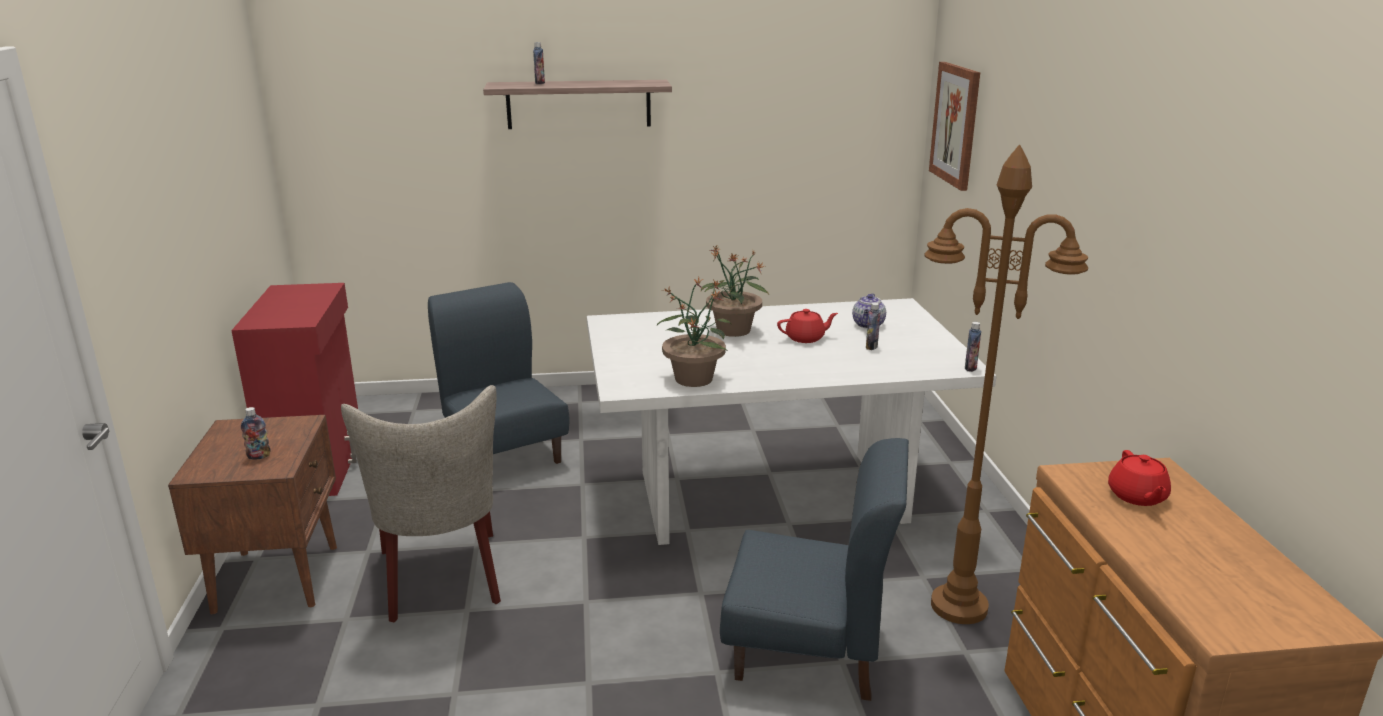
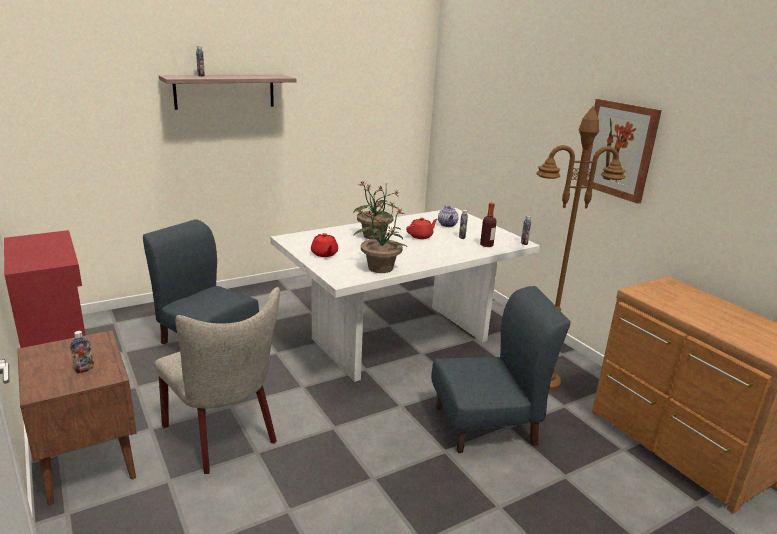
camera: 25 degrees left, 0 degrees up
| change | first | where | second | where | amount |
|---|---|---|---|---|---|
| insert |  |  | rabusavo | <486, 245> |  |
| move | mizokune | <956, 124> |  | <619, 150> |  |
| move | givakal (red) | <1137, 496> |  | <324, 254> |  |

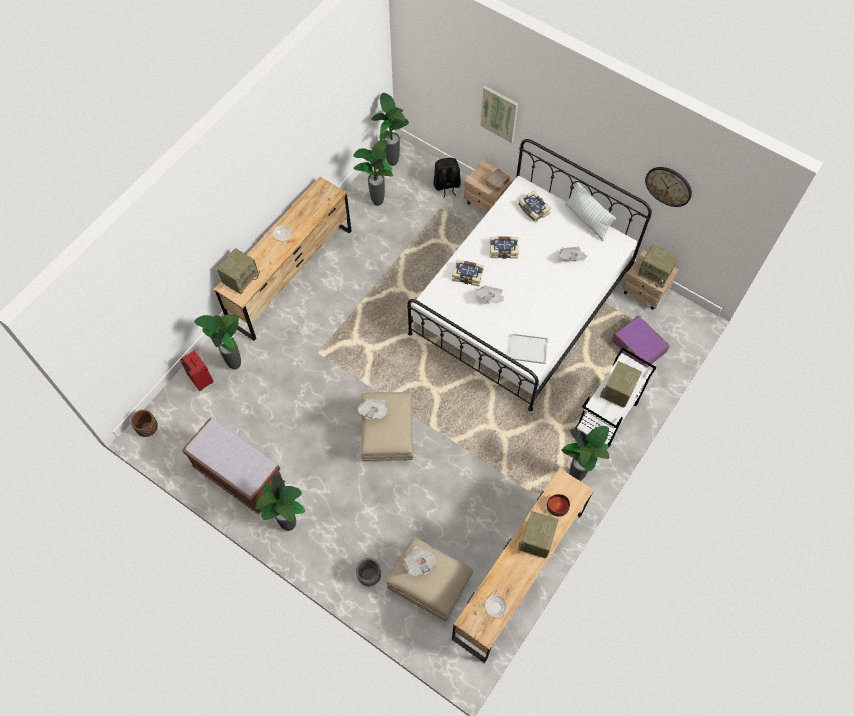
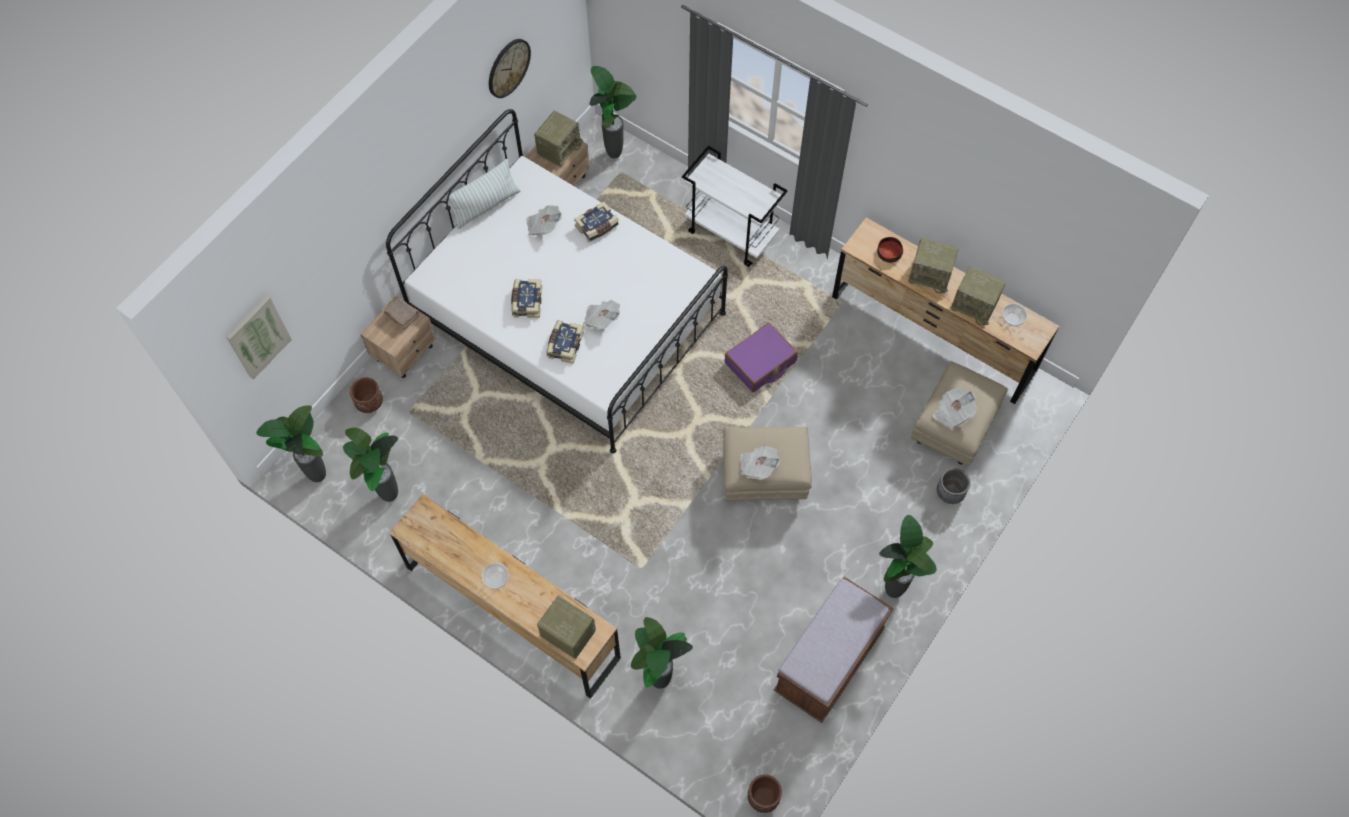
camera: 90 degrees left, 0 degrees up
| change | first | where | second | where | amount |
|---|---|---|---|---|---|
| delete | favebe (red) | <200, 380> |  |  |  |
| delete | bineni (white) | <529, 348> |  |  |  |
| move | mizokune | <499, 113> |  | <257, 336> |  |
| move | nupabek | <533, 210> |  | <597, 227> |  |
| move | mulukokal | <576, 477> |  | <614, 153> |  |
| move | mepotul | <618, 391> |  | <975, 305> |  |
| move | favebe (purple) | <638, 347> |  | <760, 363> |  |
| replace | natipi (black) | <446, 186> | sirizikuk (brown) | <370, 403> |  |

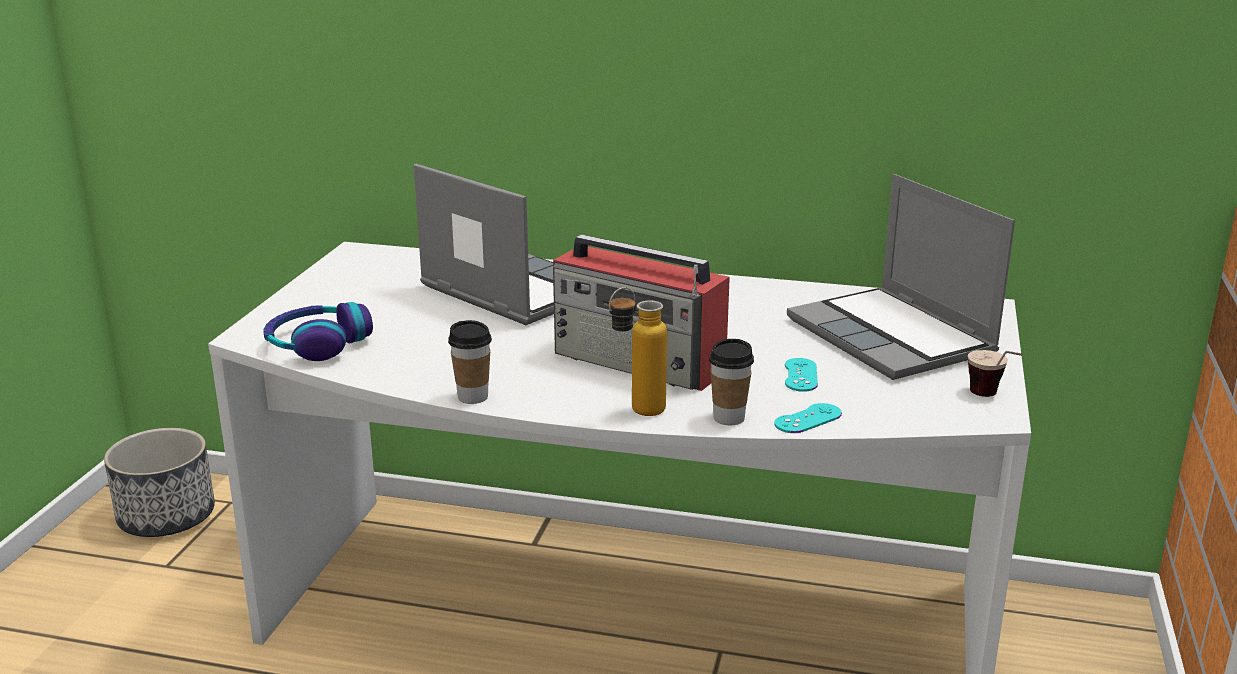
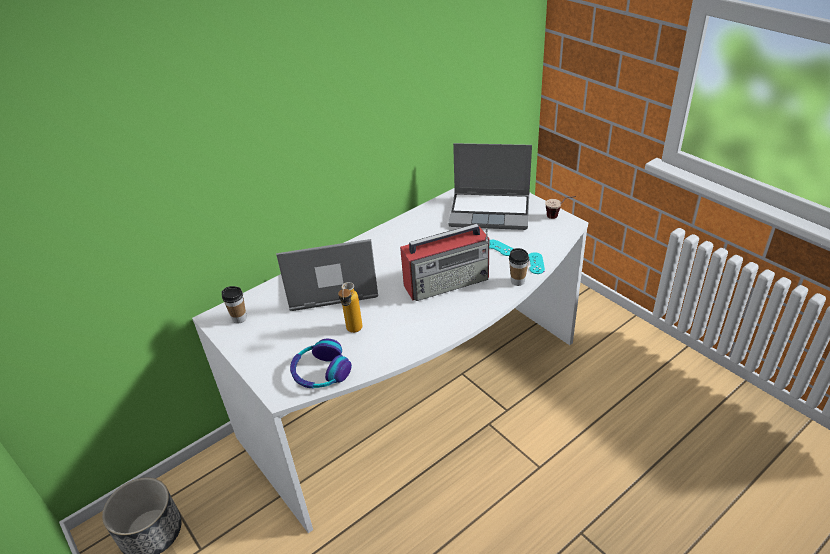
camera: 50 degrees left, 15 degrees up
| change | first | where | second | where | amount |
|---|---|---|---|---|---|
| move | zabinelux | <473, 397> |  | <239, 318> |  |
| move | rabusavo | <636, 413> |  | <353, 332> |  |

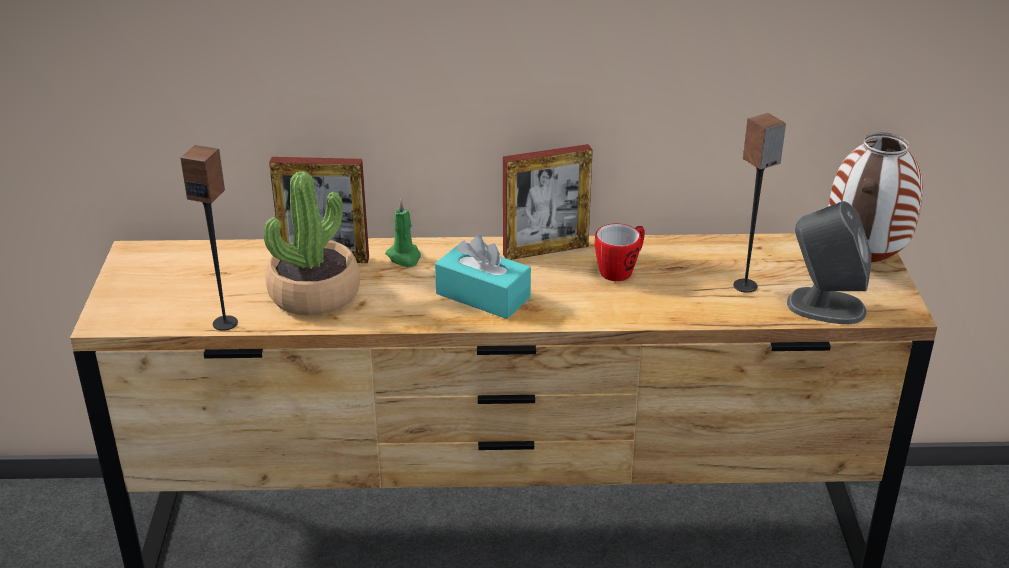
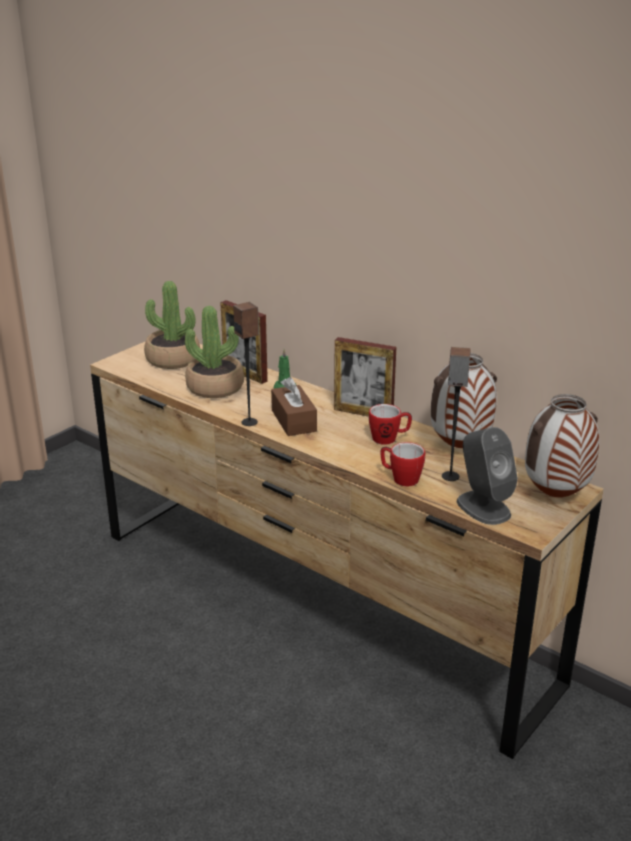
camera: 40 degrees right, 5 degrees down
| change | first | where | second | where | amount |
|---|---|---|---|---|---|
| insert |  |  | mulukokal | <173, 359> |  |
| insert |  |  | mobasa | <400, 478> |  |
| insert |  |  | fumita | <460, 447> |  |
| move | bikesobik | <225, 323> |  | <250, 422> |  |
| recolor | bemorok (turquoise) | <483, 296> | bemorok (brown) | <293, 421> |  |

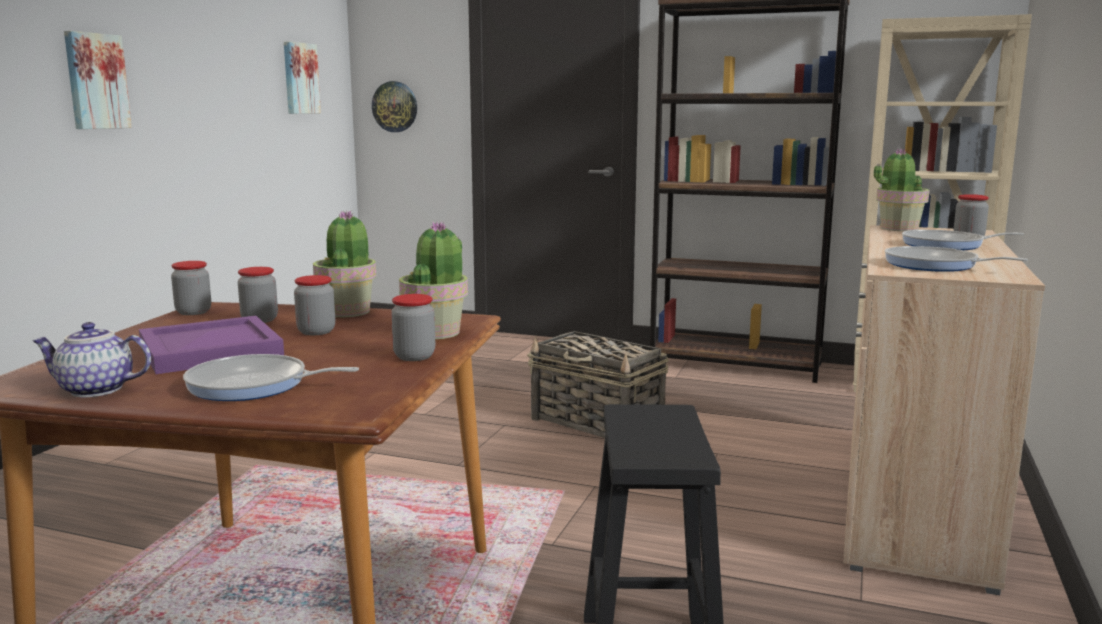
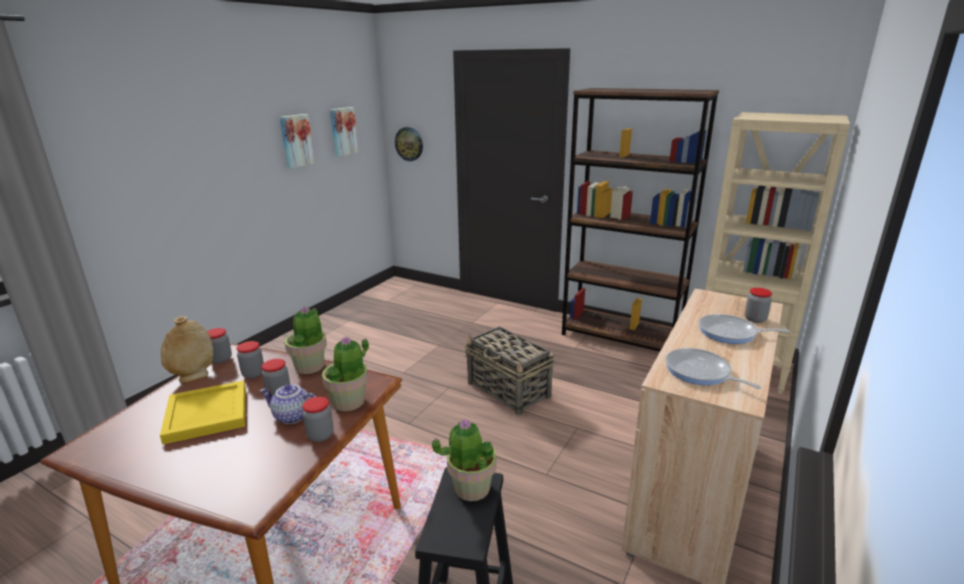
camera: 10 degrees right, 10 degrees up
| change | first | where | second | where | amount |
|---|---|---|---|---|---|
| delete | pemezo | <254, 386> |  |  |  |
| insert |  |  | fumita (beige) | <193, 377> |  |
| move | givakal | <94, 390> |  | <291, 417> |  |
| move | mizokune | <95, 81> |  | <296, 140> |  |
| move | mulukokal | <898, 229> |  | <471, 488> |  |
| recolor | bineni (purple) | <212, 349> | bineni (yellow) | <208, 413> |  |

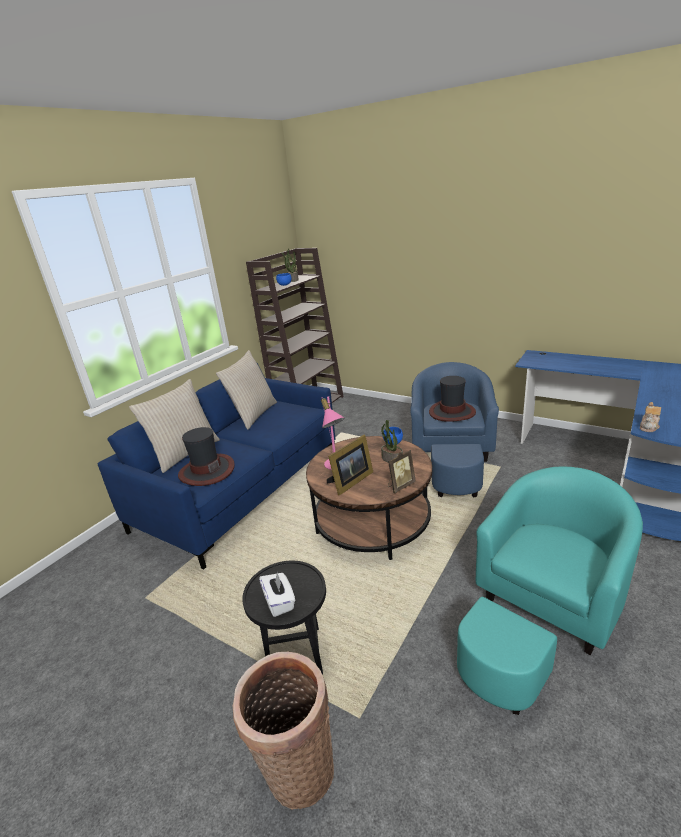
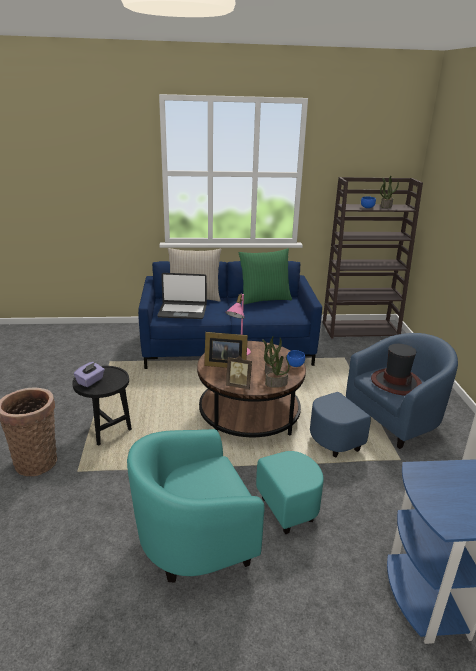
camera: 50 degrees right, 0 degrees up
| change | first | where | second | where | amount |
|---|---|---|---|---|---|
| delete | givakal | <649, 427> |  |  |  |
| insert |  |  | mulukokal | <276, 384> |  |
| replace | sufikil | <206, 471> | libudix | <182, 311> |  |
| recolor | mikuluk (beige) | <253, 415> | mikuluk (green) | <264, 299> |  |
| recolor | bemorok (white) | <279, 602> | bemorok (purple) | <90, 381> |  |
| rotate | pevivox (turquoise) | <541, 616> |  | <218, 533> | 150 degrees clockwise |

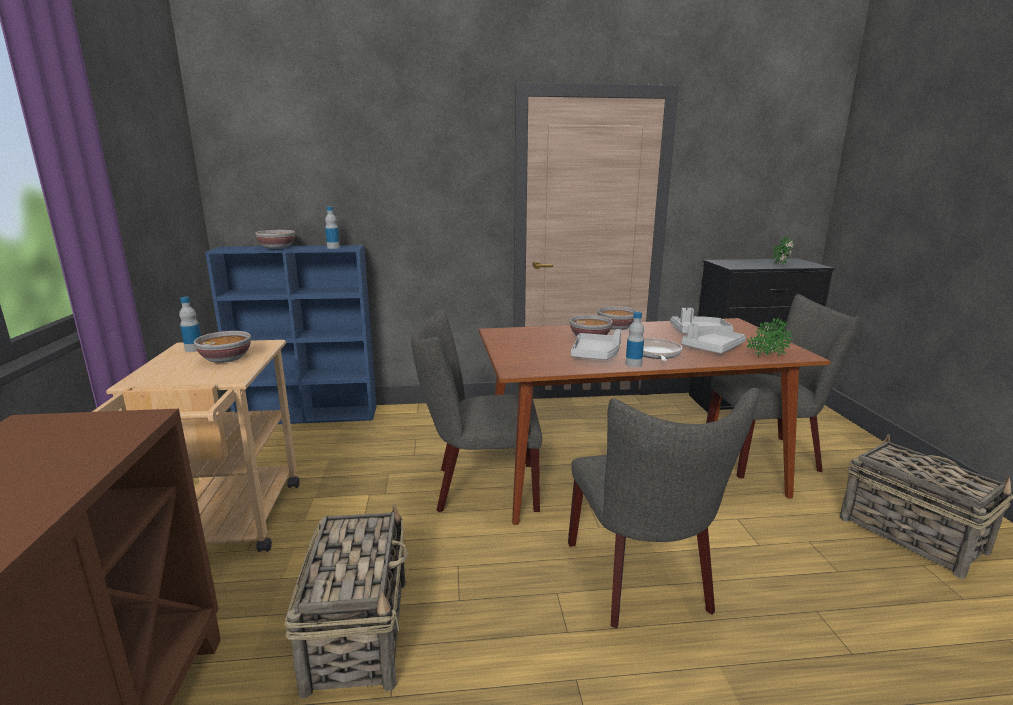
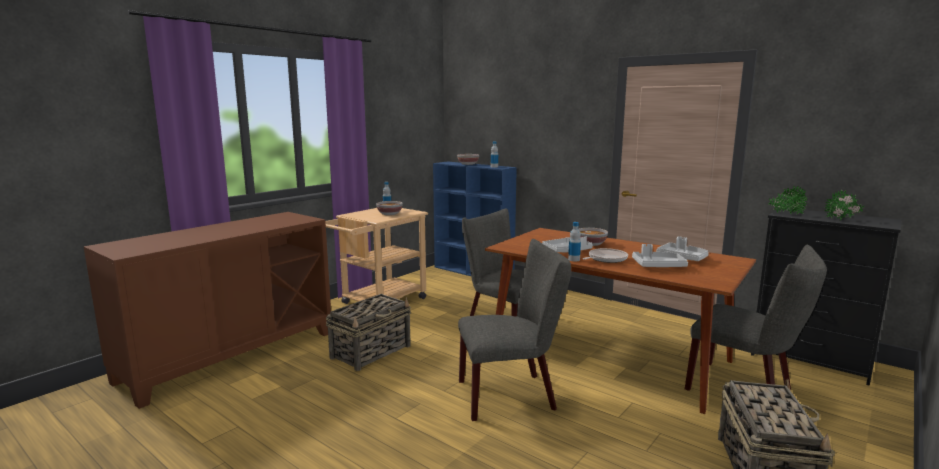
camera: 45 degrees right, 5 degrees down
| change | first | where | second | where | amount |
|---|---|---|---|---|---|
| delete | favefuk | <617, 327> |  |  |  |
| move | mulukokal | <764, 357> |  | <786, 214> |  |
| rotate | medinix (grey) | <642, 581> |  | <512, 394> | 135 degrees counterclockwise |

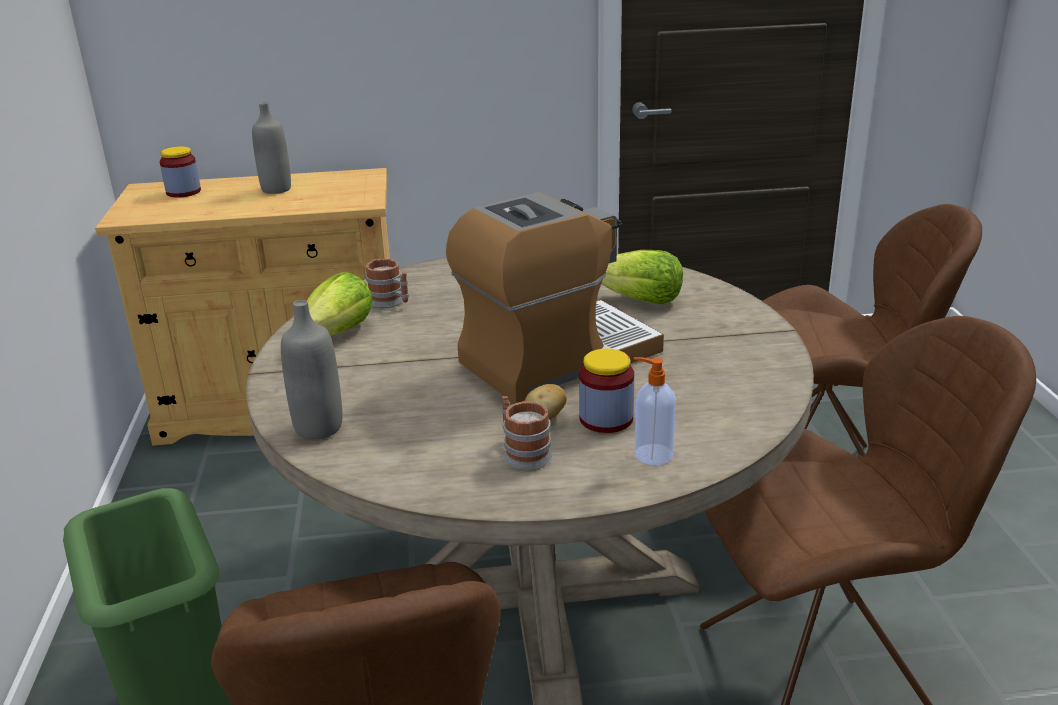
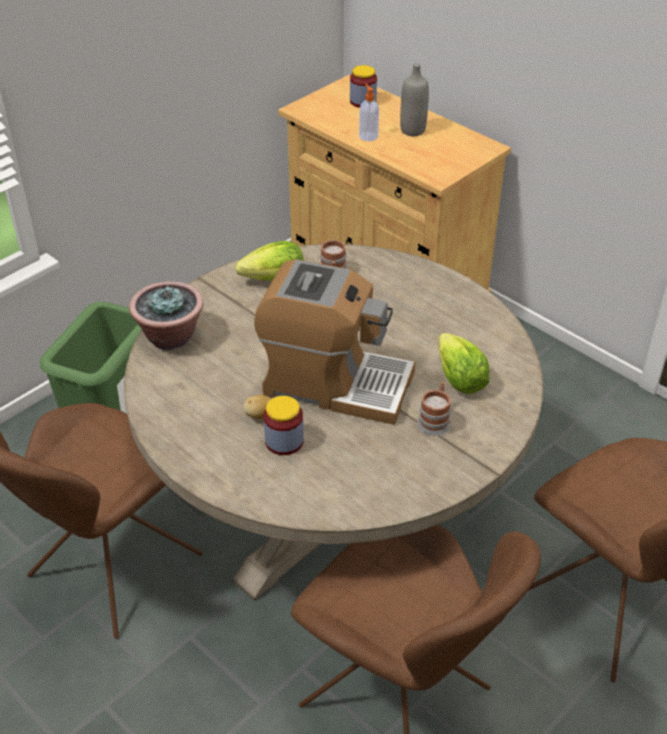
camera: 50 degrees right, 15 degrees up
| change | first | where | second | where | amount |
|---|---|---|---|---|---|
| move | mobasa | <523, 453> |  | <435, 420> |  |
| move | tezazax | <652, 454> |  | <368, 136> |  |
| replace | rabusavo (grey) | <318, 428> | mulukokal | <170, 337> |  |

